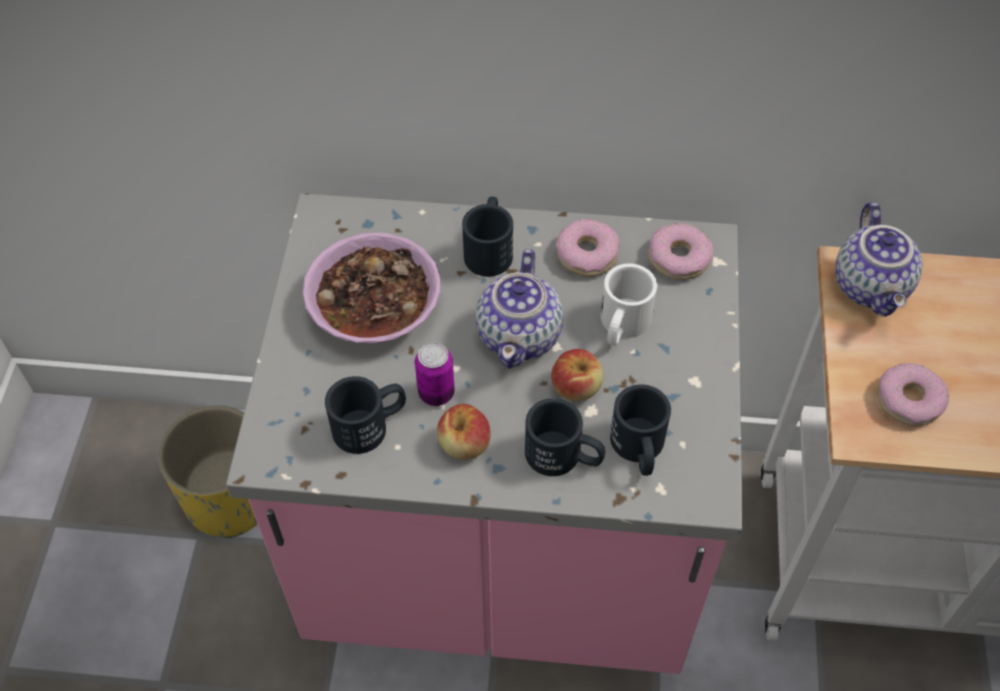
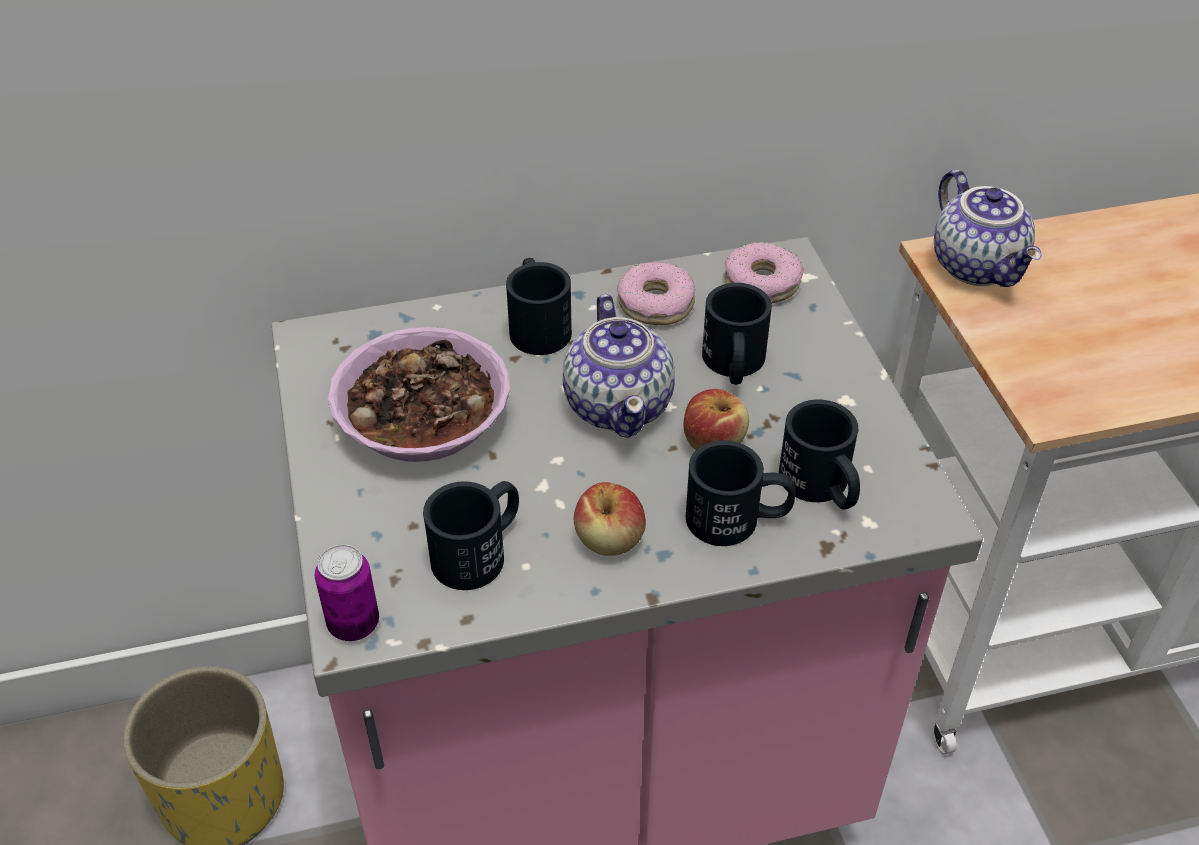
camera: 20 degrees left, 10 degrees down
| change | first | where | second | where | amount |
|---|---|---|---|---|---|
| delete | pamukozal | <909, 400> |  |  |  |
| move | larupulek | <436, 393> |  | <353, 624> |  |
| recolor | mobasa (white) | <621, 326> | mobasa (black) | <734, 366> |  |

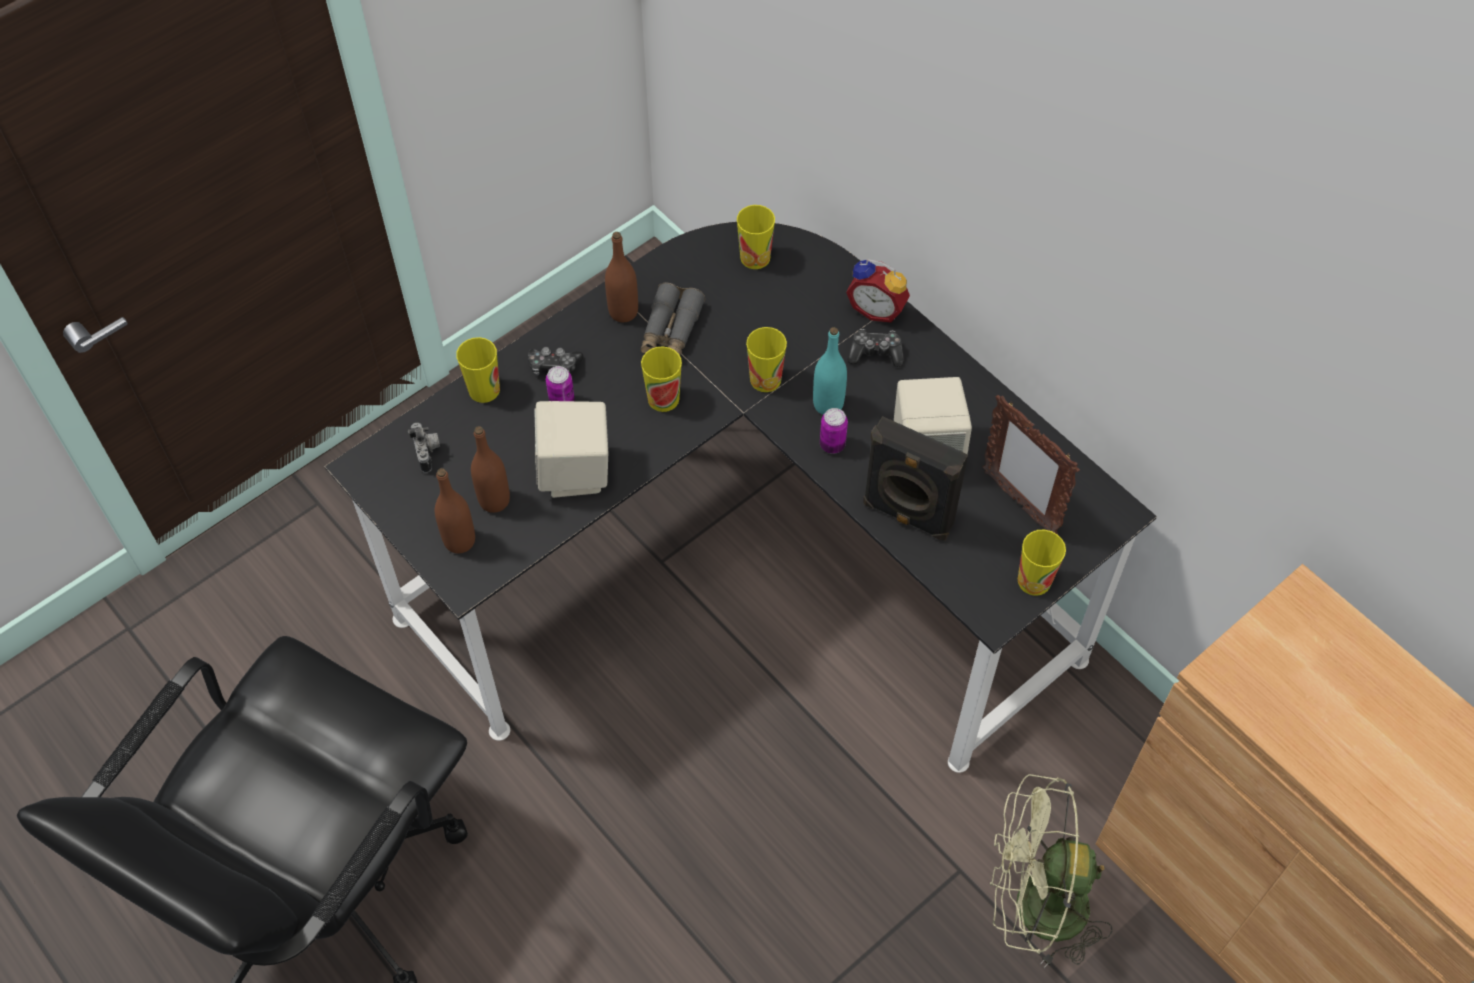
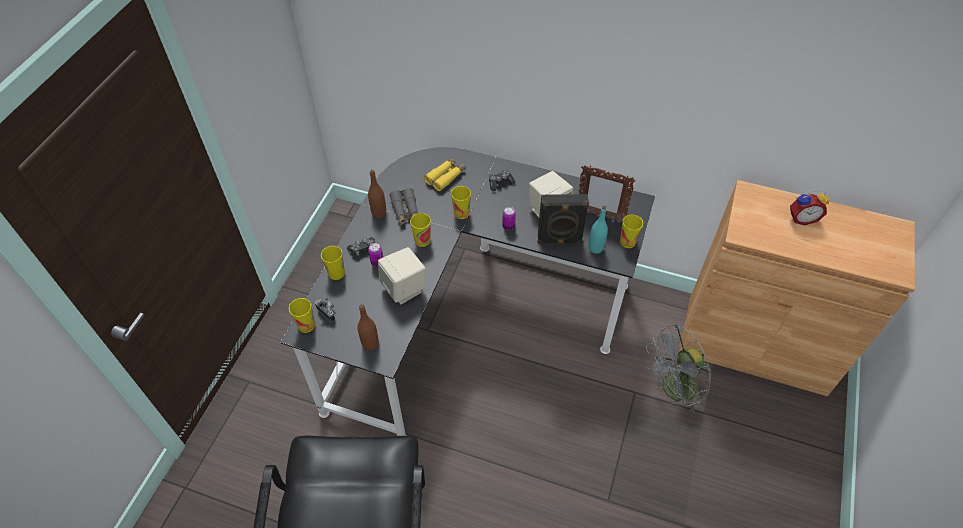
camera: 30 degrees left, 5 degrees down
| change | first | where | second | where | amount |
|---|---|---|---|---|---|
| delete | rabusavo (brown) | <494, 500> |  |  |  |
| insert |  |  | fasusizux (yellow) | <445, 177> |  |
| move | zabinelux | <755, 257> |  | <306, 325> |  |
| move | rabusavo (turquoise) | <828, 404> |  | <595, 248> |  |
| move | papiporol | <877, 308> |  | <801, 218> |  |
| recolor | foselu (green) | <1034, 907> | foselu (grey) | <673, 391> |  |

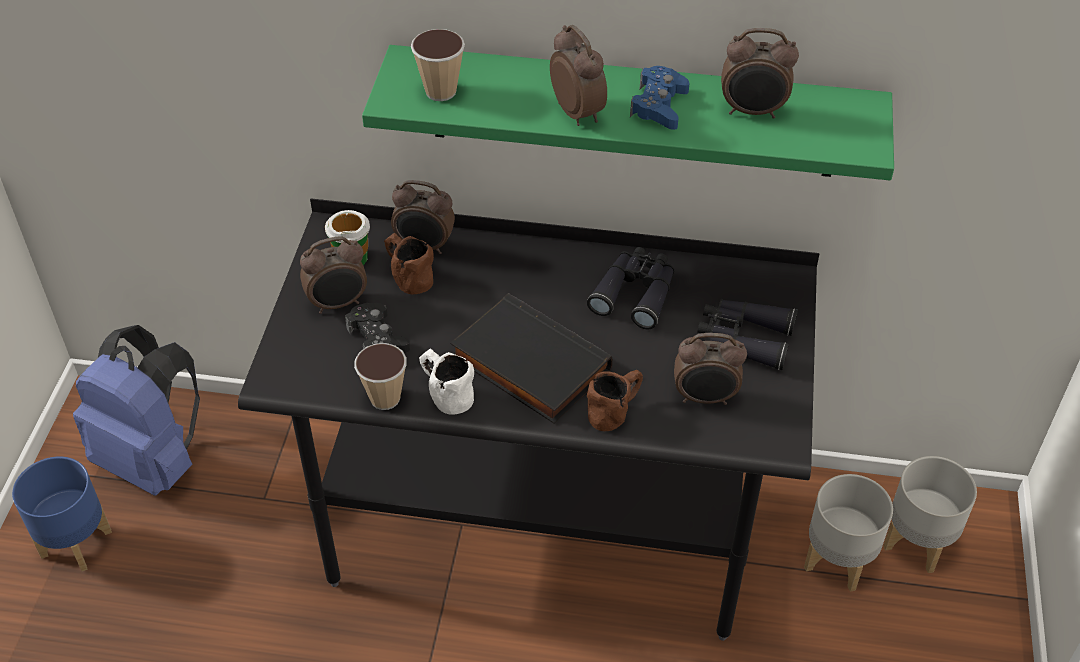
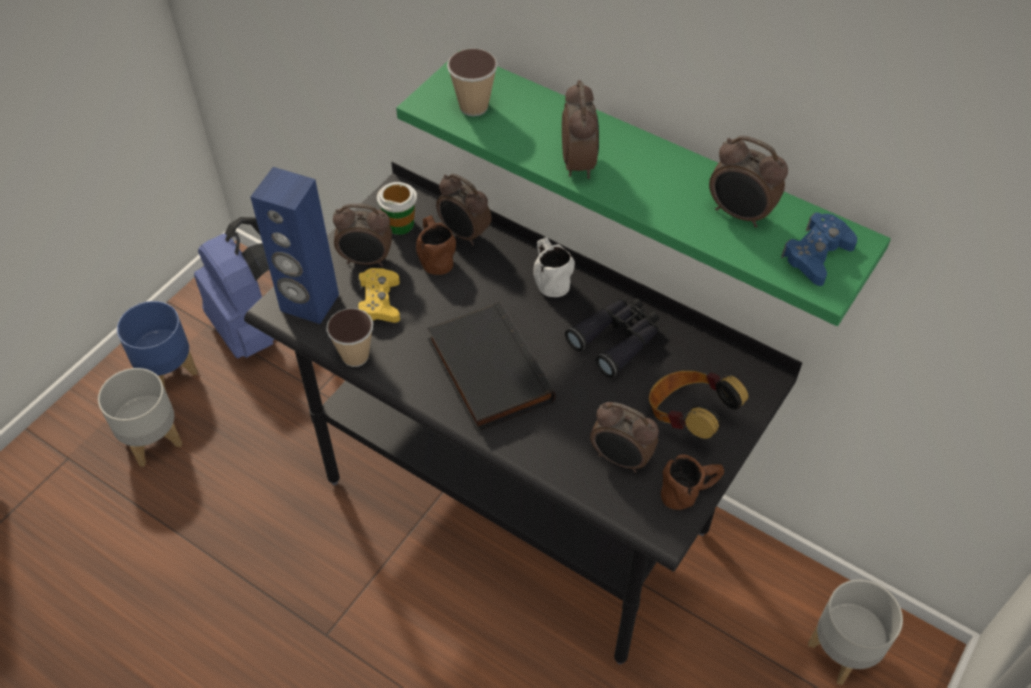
camera: 25 degrees right, 5 degrees up
| change | first | where | second | where | amount |
|---|---|---|---|---|---|
| insert |  |  | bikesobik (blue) | <309, 303> |  |
| move | mobasa (white) | <445, 394> |  | <549, 278> |  |
| move | mobasa (brown) | <616, 410> |  | <690, 491> |  |
| move | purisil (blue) | <659, 106> |  | <816, 255> |  |
| move | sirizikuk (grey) | <837, 560> |  | <152, 440> |  |
| replace | fasusizux (black) | <744, 338> | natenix | <688, 417> |  |
| recolor | purisil (black) | <377, 338> | purisil (yellow) | <379, 301> |  |

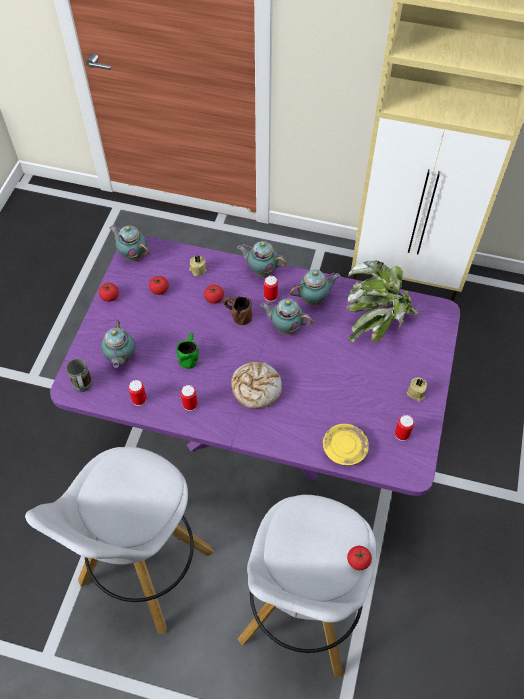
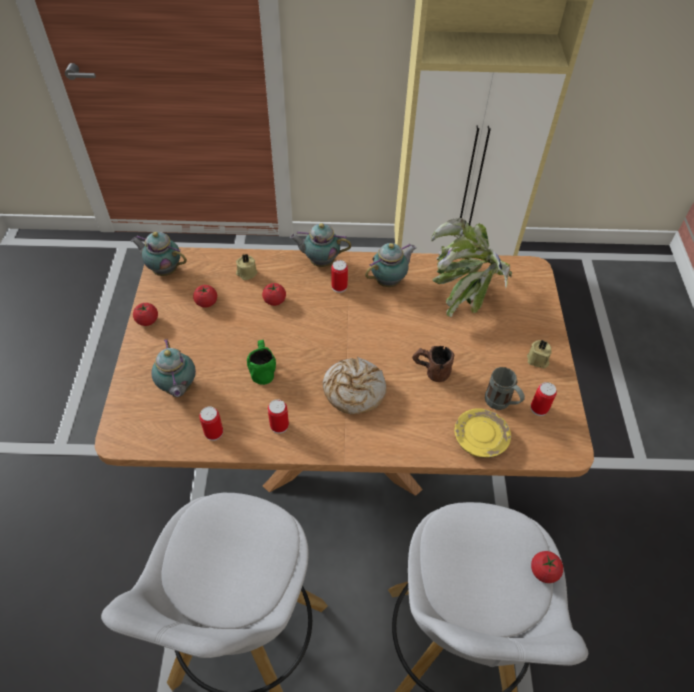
camera: 15 degrees left, 5 degrees down
| change | first | where | second | where | amount |
|---|---|---|---|---|---|
| delete | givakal | <285, 327> |  |  |  |
| move | mobasa (grey) | <83, 388> |  | <501, 404> |  |
| move | mobasa (brown) | <237, 315> |  | <430, 371> |  |
| recolor | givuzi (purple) | <262, 429> | givuzi (brown) | <344, 449> |  |

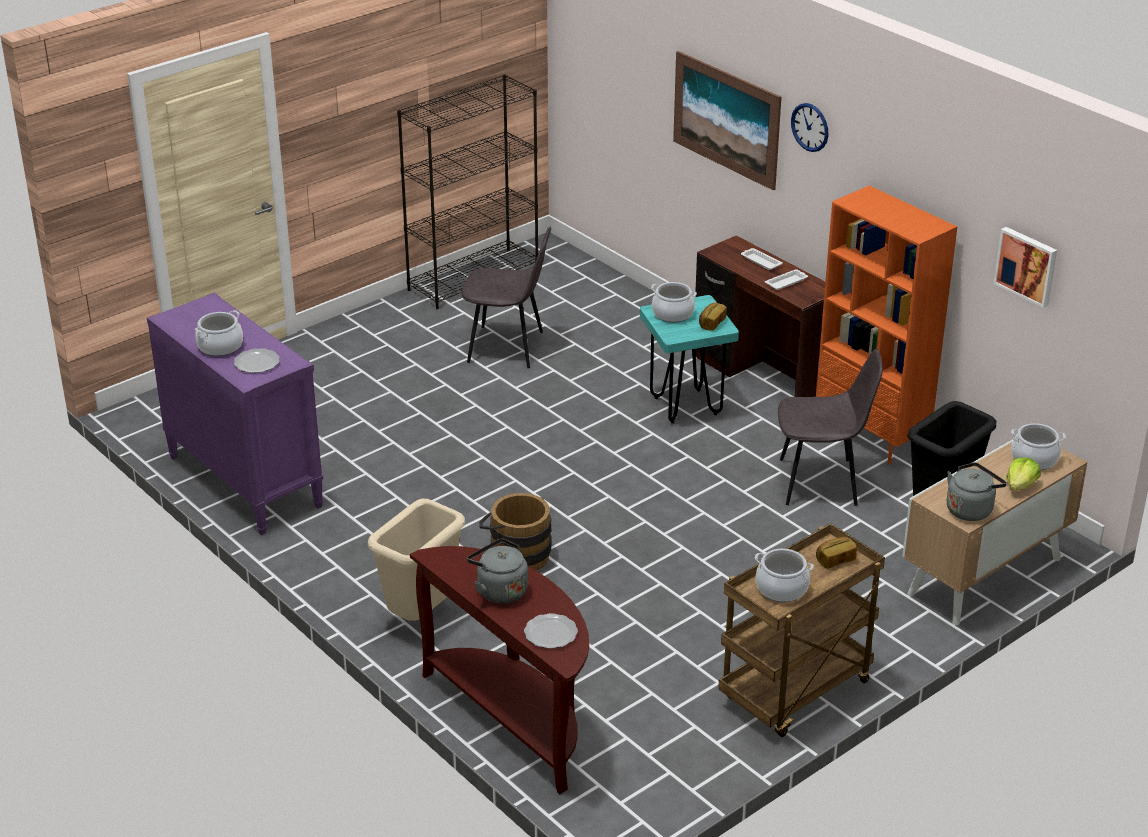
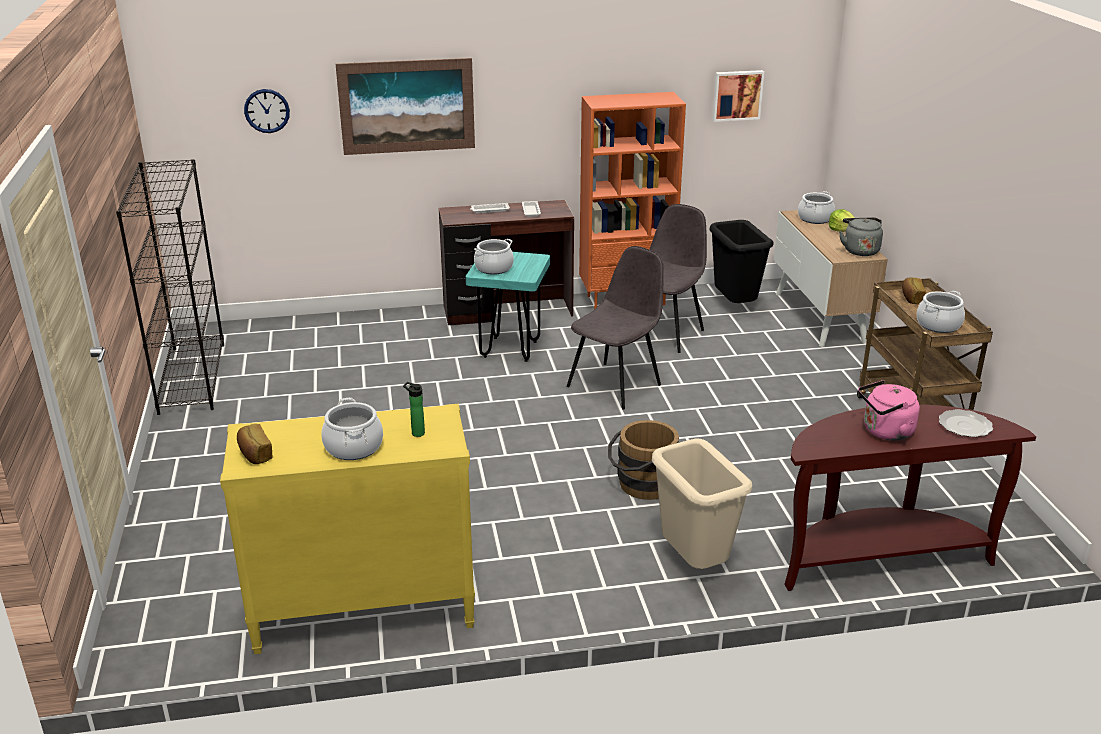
camera: 60 degrees left, 5 degrees down
| change | first | where | second | where | amount |
|---|---|---|---|---|---|
| move | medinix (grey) | <508, 347> |  | <615, 385> |  |
| move | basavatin | <711, 323> |  | <255, 454> |  |
| move | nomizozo | <810, 127> |  | <267, 111> |  |
| replace | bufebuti | <257, 362> | rabusavo | <416, 433> |  |
| recolor | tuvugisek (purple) | <244, 481> | tuvugisek (yellow) | <362, 612> |  |
| recolor | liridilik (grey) | <499, 590> | liridilik (pink) | <885, 432> |  |

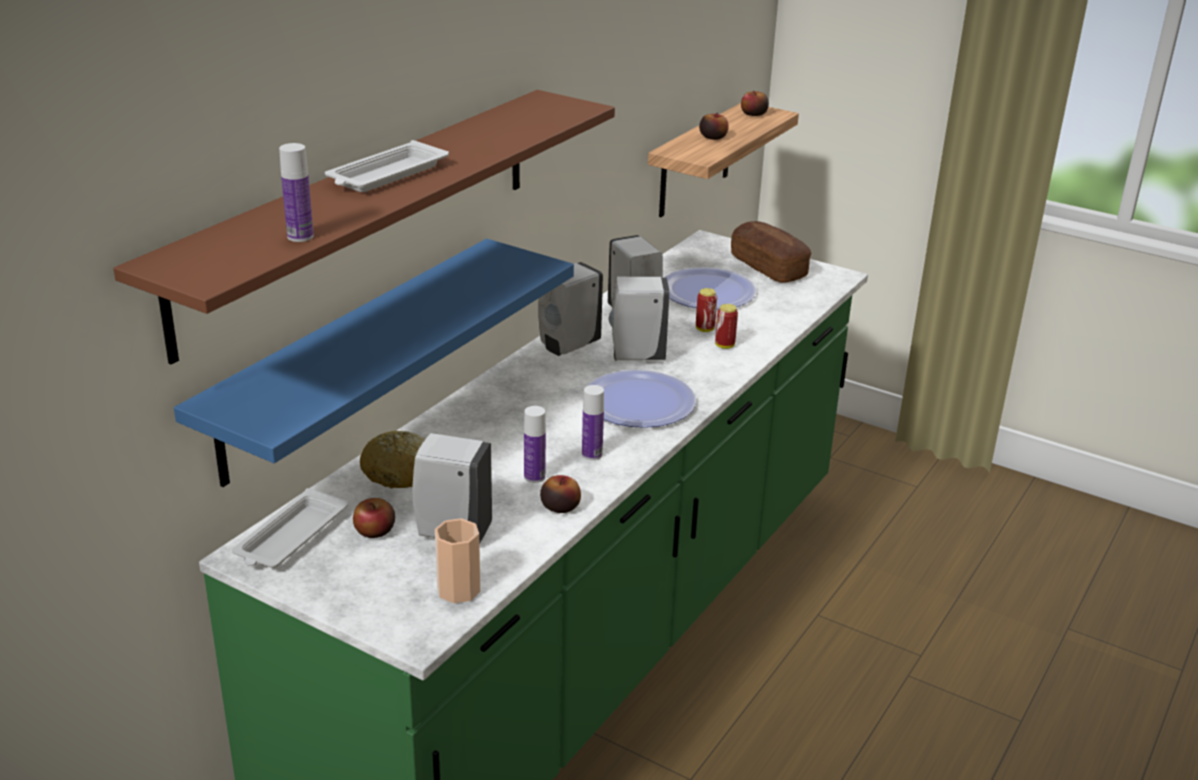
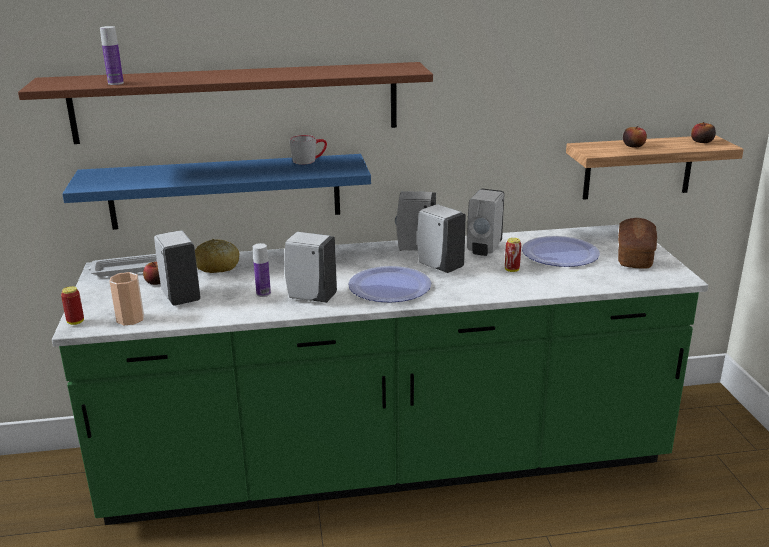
camera: 50 degrees right, 5 degrees down
| change | first | where | second | where | amount |
|---|---|---|---|---|---|
| delete | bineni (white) | <386, 175> |  |  |  |
| delete | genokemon | <560, 507> |  |  |  |
| insert |  |  | mobasa (grey) | <309, 160> |  |
| move | larupulek | <724, 345> |  | <75, 322> |  |
| replace | rabusavo | <592, 454> | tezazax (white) | <310, 297> |  |

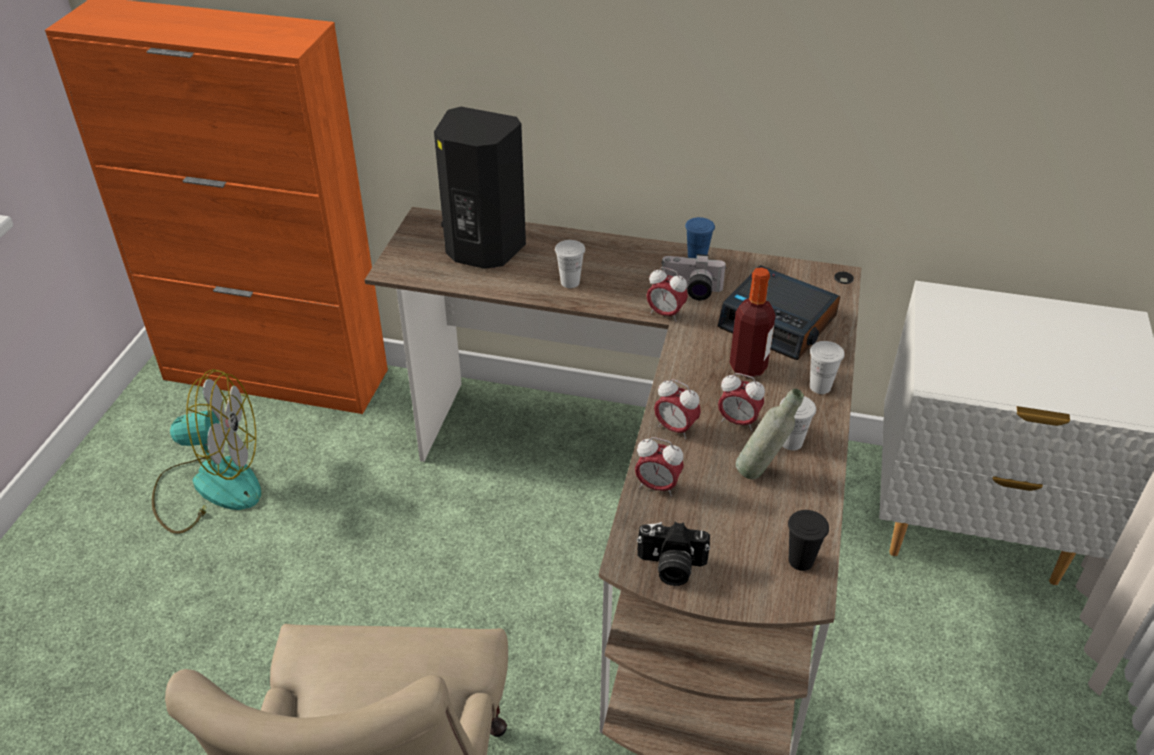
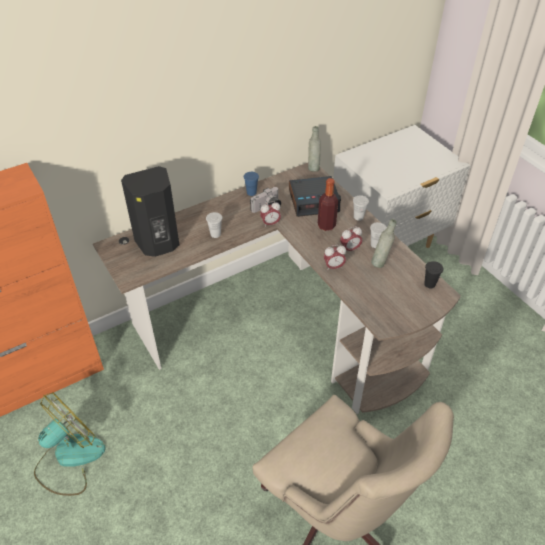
camera: 45 degrees left, 5 degrees up
| change | first | where | second | where | amount |
|---|---|---|---|---|---|
| delete | papiporol | <657, 486> |  |  |  |
| delete | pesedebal | <671, 567> |  |  |  |
| insert |  |  | rabusavo (grey) | <313, 167> |  |

